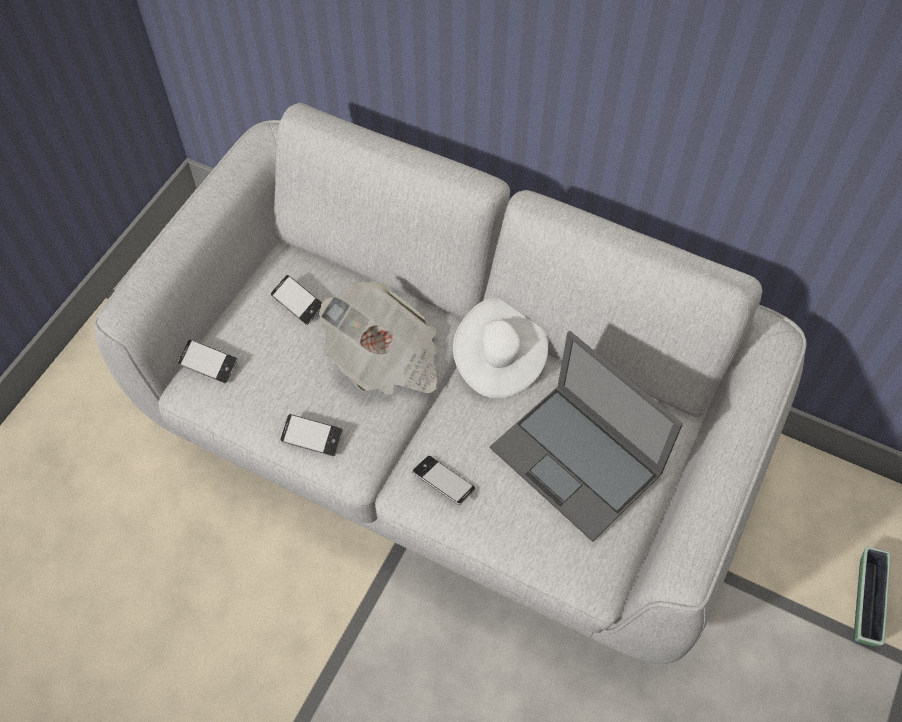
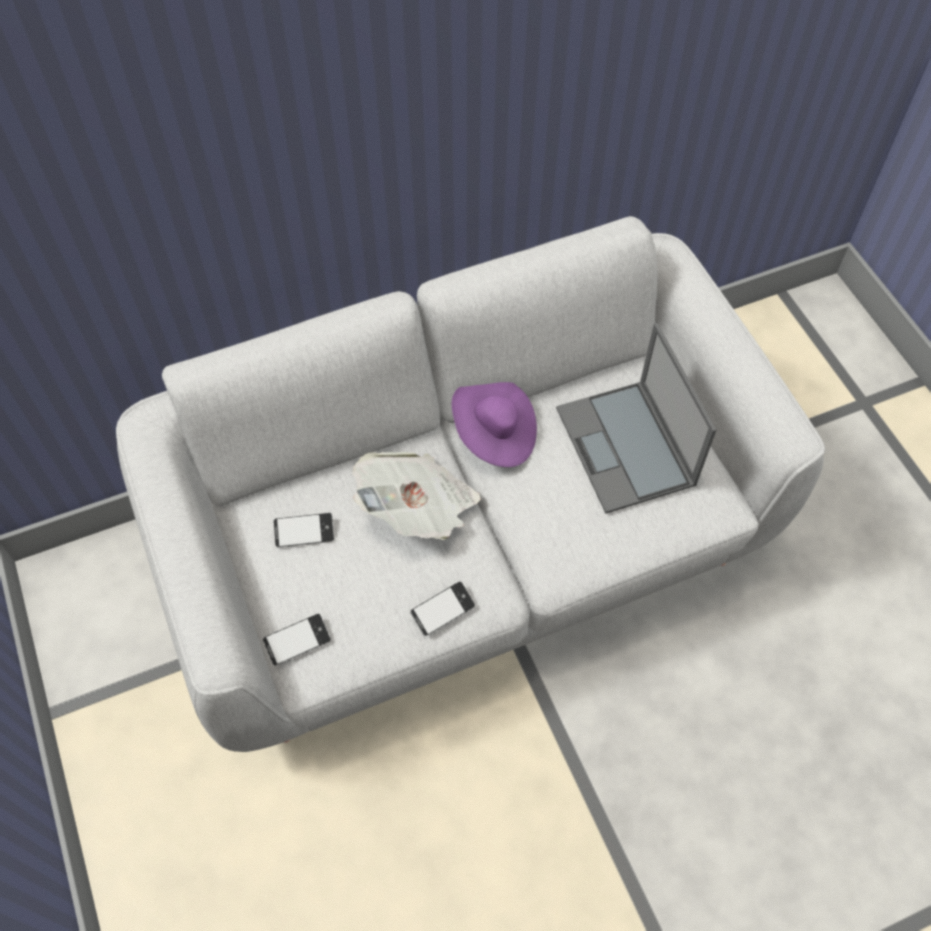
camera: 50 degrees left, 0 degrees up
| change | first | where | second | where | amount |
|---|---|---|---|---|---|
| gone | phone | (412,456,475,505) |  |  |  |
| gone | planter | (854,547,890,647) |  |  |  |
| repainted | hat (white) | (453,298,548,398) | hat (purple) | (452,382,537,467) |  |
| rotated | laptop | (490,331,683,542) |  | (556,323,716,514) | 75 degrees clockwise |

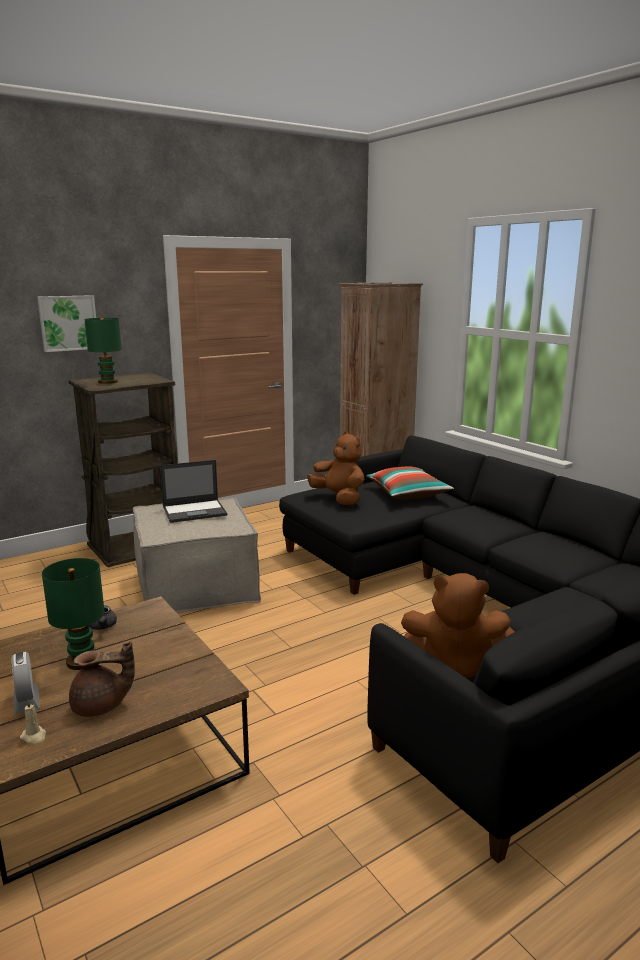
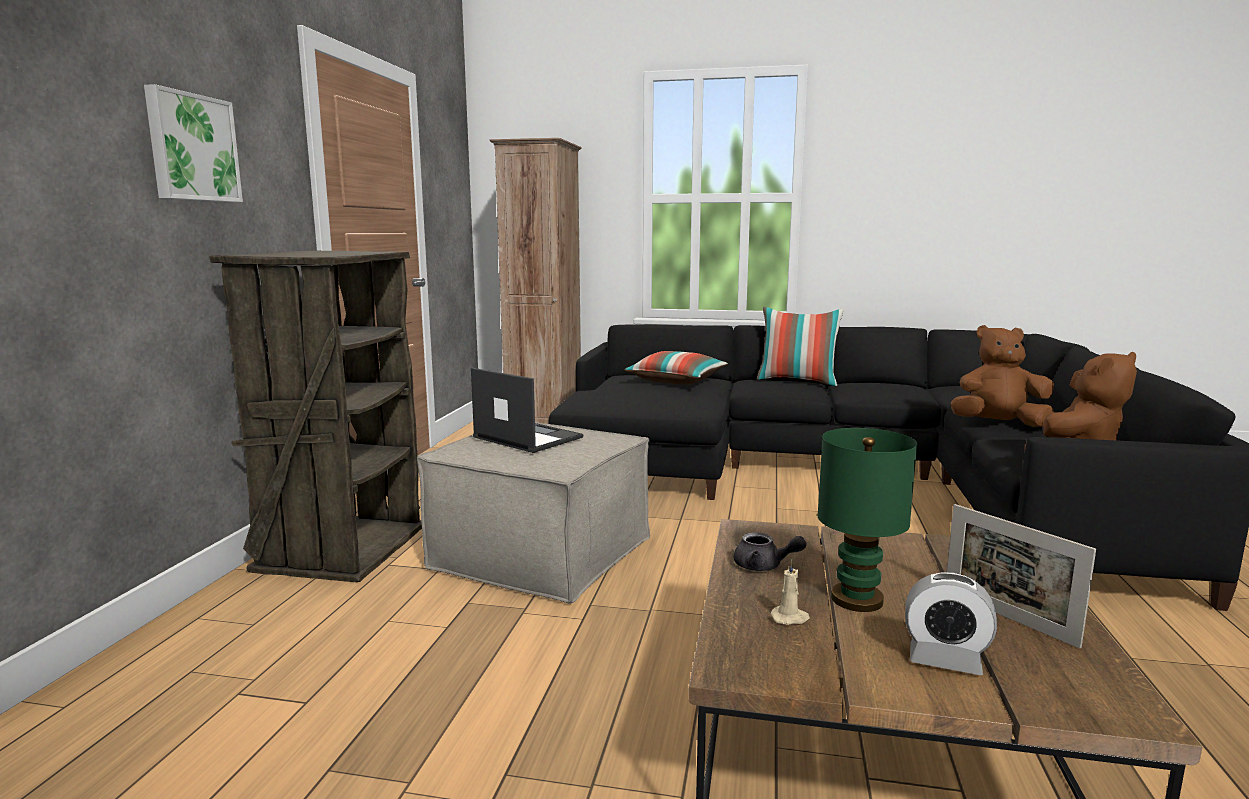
camera: 45 degrees left, 5 degrees down
| change | first | where | second | where | amount |
|---|---|---|---|---|---|
| gone | table lamp (green) | (84,318,122,384) |  |  |  |
| new |  |  | pillow | (757,307,844,386) |  |
| shifted | candle (beige) | (20,700,46,743) |  | (770,559,810,625) |  |
| shifted | plush toy (brown) | (307,431,364,505) |  | (951,325,1054,427) |  |
| swapped | teapot (brown) | (69,641,135,717) | picture frame | (947,504,1096,649) |  |
| rotated | laptop | (160,460,227,523) |  | (471,368,583,453) | 75 degrees counterclockwise |

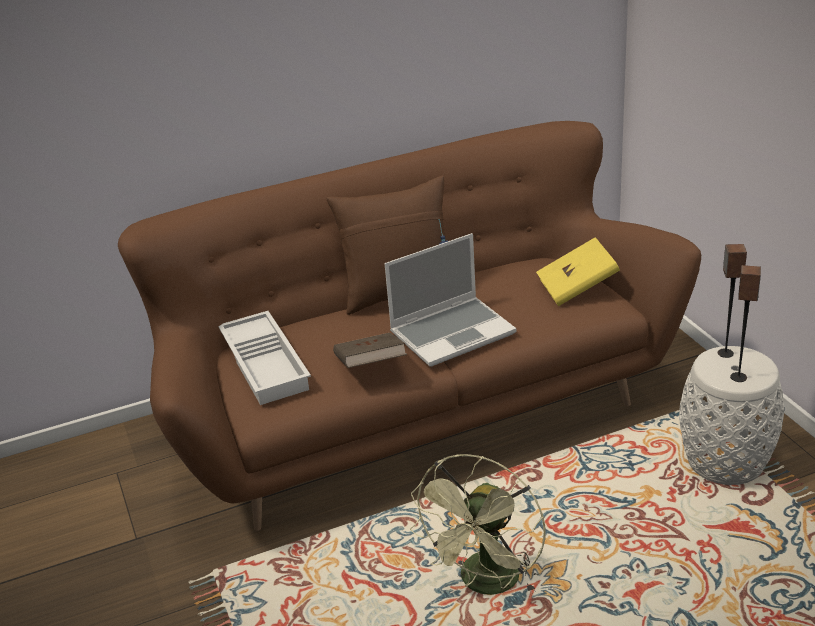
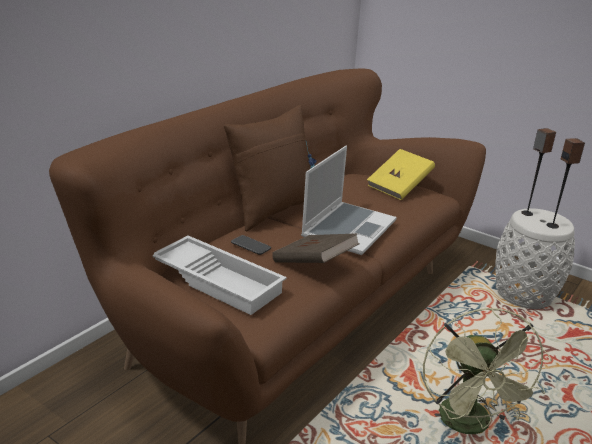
camera: 35 degrees left, 5 degrees down
| change | first | where | second | where | amount |
|---|---|---|---|---|---|
| new |  |  | phone | (231,235,271,255) |  |

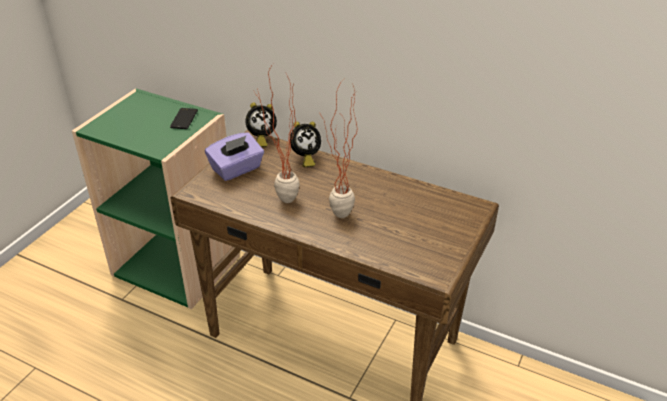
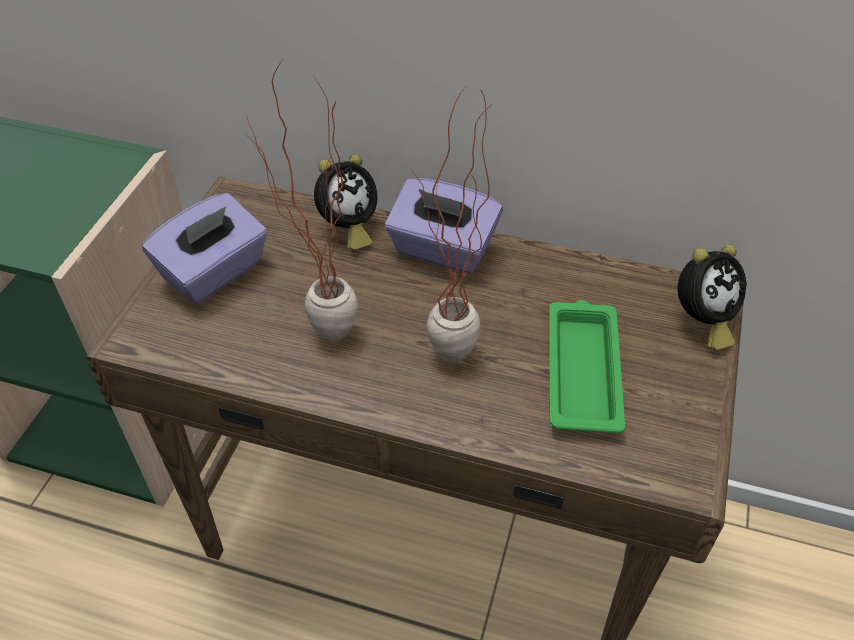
camera: 10 degrees left, 10 degrees up
| change | first | where | second | where | amount |
|---|---|---|---|---|---|
| gone | phone | (170,108,198,129) |  |  |  |
| new |  |  | tissue box (purple) | (385,178,503,274) |  |
| new |  |  | tray (green) | (549,300,625,434) |  |
| shifted | alarm clock | (246,102,277,147) |  | (678,244,747,350) |  |

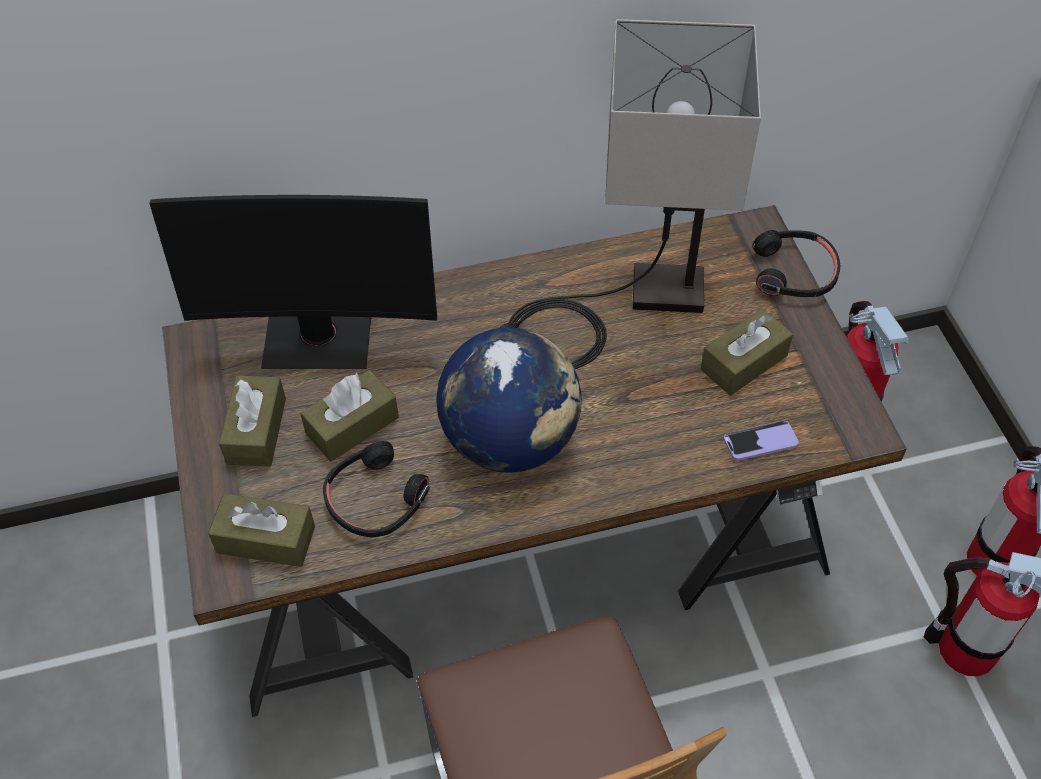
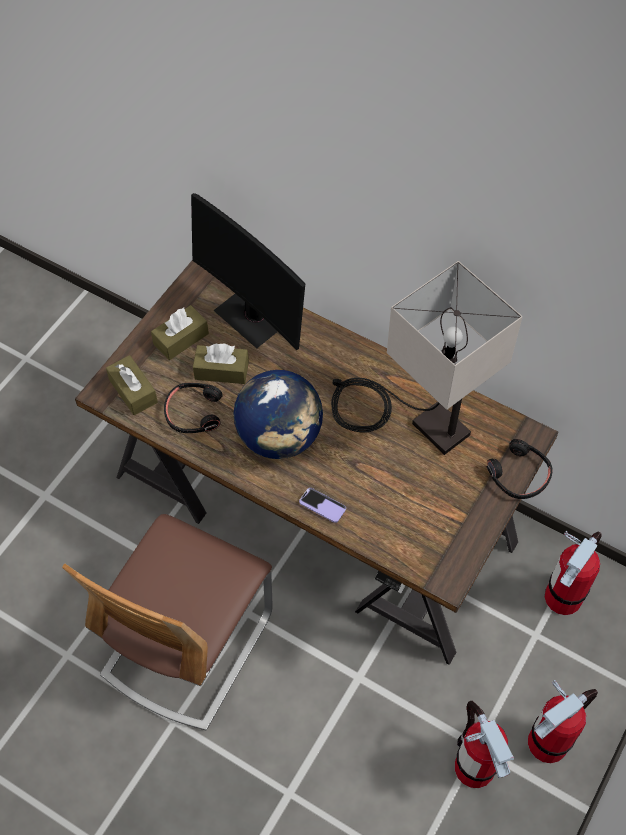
camera: 45 degrees right, 5 degrees up
| change | first | where | second | where | amount |
|---|---|---|---|---|---|
| gone | tissue box (brown) | (701,308,793,396) |  |  |  |
| shifted | phone | (724,421,799,461) |  | (299,488,346,523) |  |

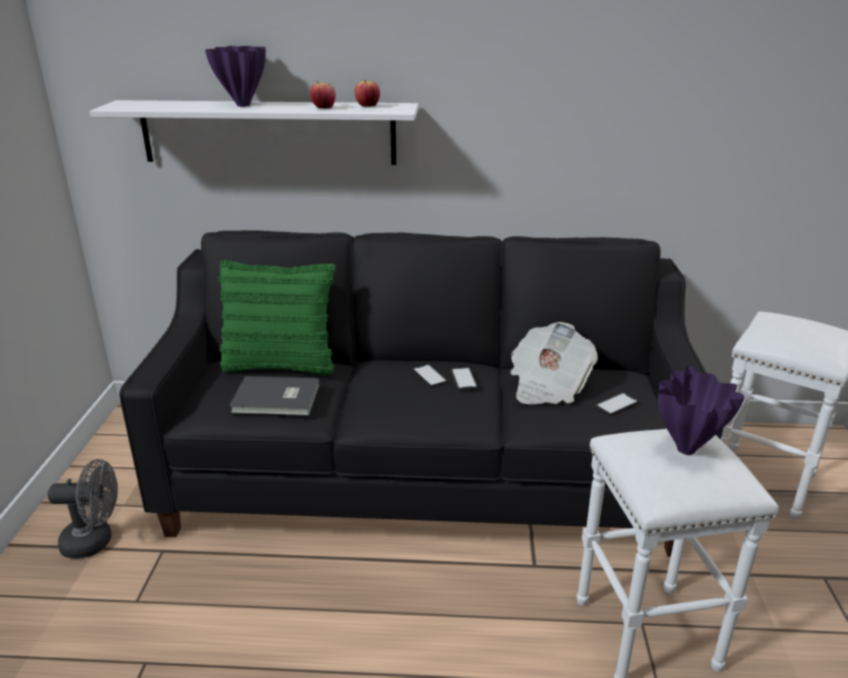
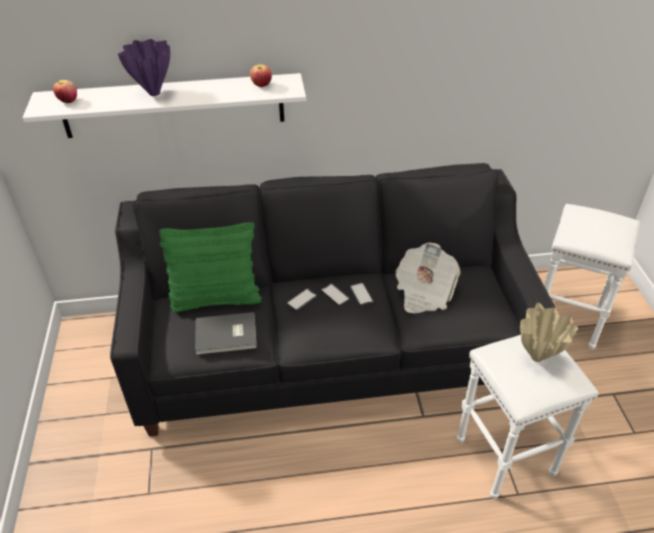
camera: 10 degrees left, 15 degrees up
| change | first | where | second | where | amount |
|---|---|---|---|---|---|
| gone | fan (grey) | (48,459,118,559) |  |  |  |
| shifted | apple | (310,81,336,109) |  | (53,80,77,103) |  |
| shifted | phone | (595,392,639,415) |  | (286,288,317,311) |  |
| repainted | vase (purple) | (658,367,745,455) | vase (beige) | (520,303,578,362) |  |

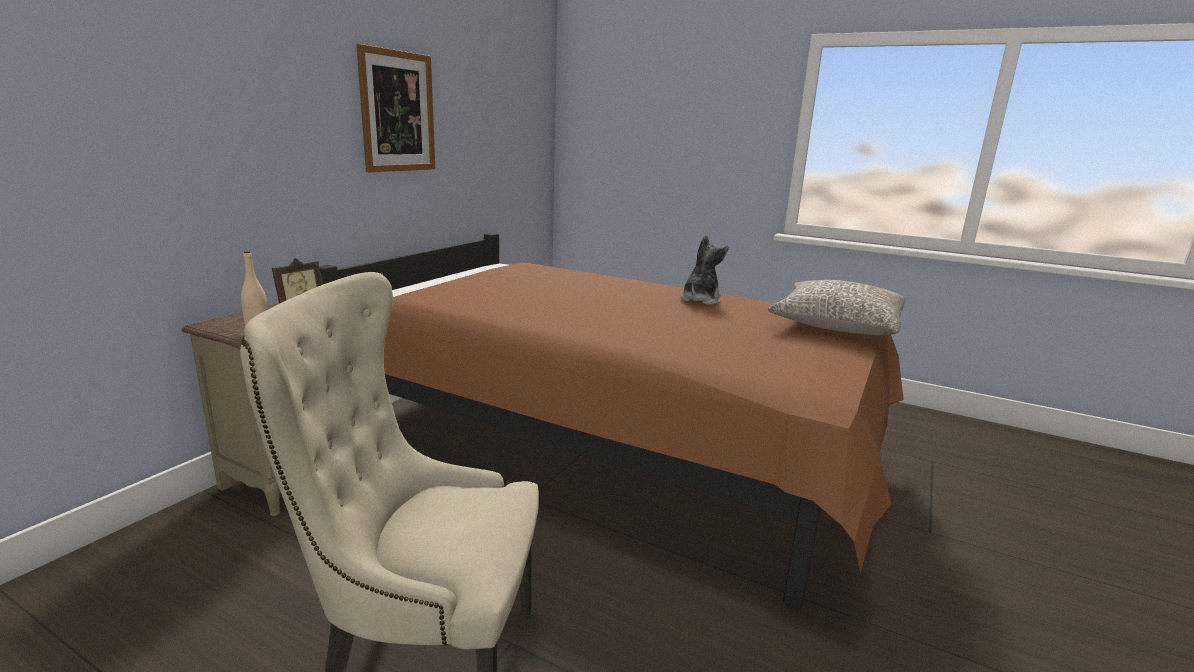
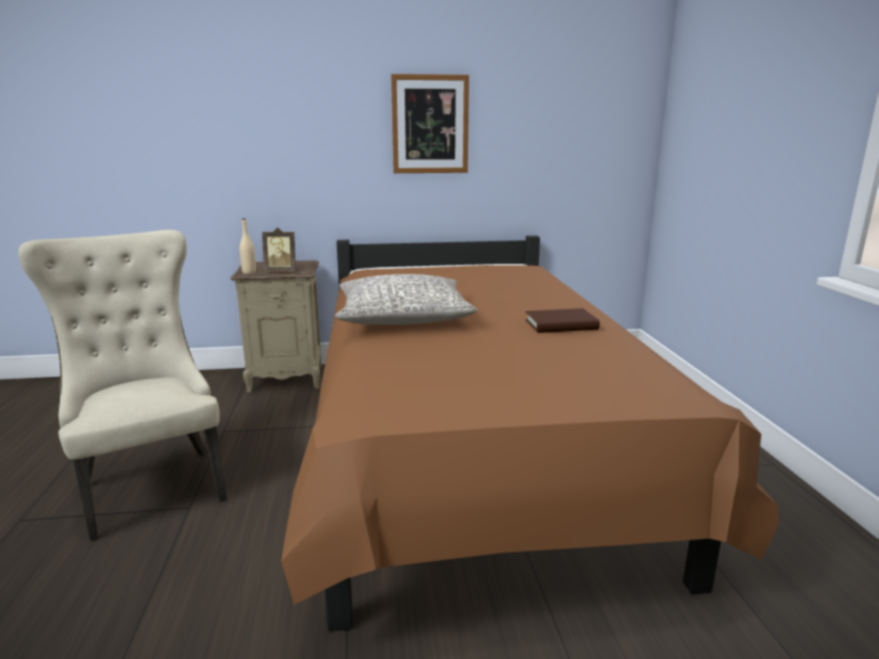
camera: 55 degrees right, 0 degrees up
| change | first | where | second | where | amount |
|---|---|---|---|---|---|
| shifted | pillow (grey) | (768,280,906,335) |  | (335,274,478,325) |  |
| swapped | plush toy | (681,235,729,305) | book (brown) | (525,308,600,333) |  |

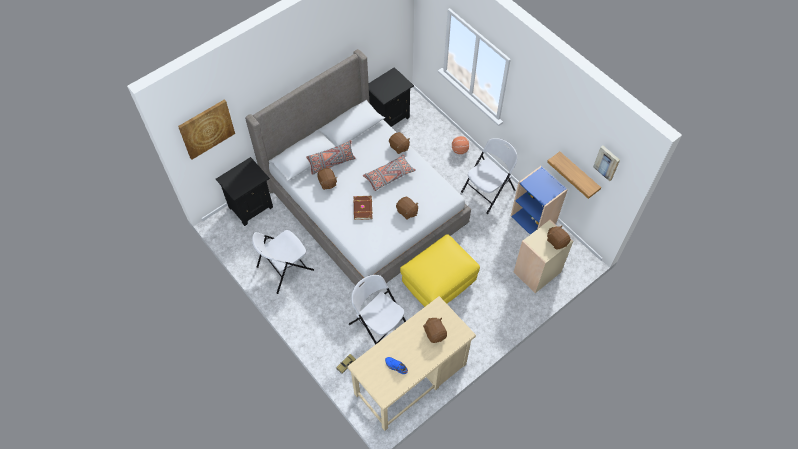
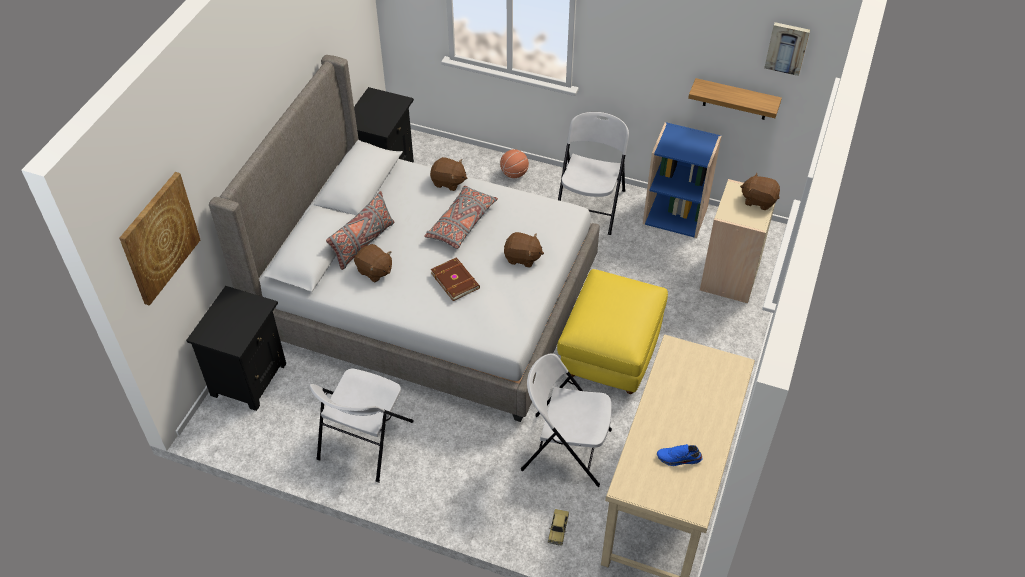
camera: 30 degrees left, 10 degrees down
| change | first | where | second | where | amount |
|---|---|---|---|---|---|
| gone | plush toy (brown) | (423,318,447,343) |  |  |  |

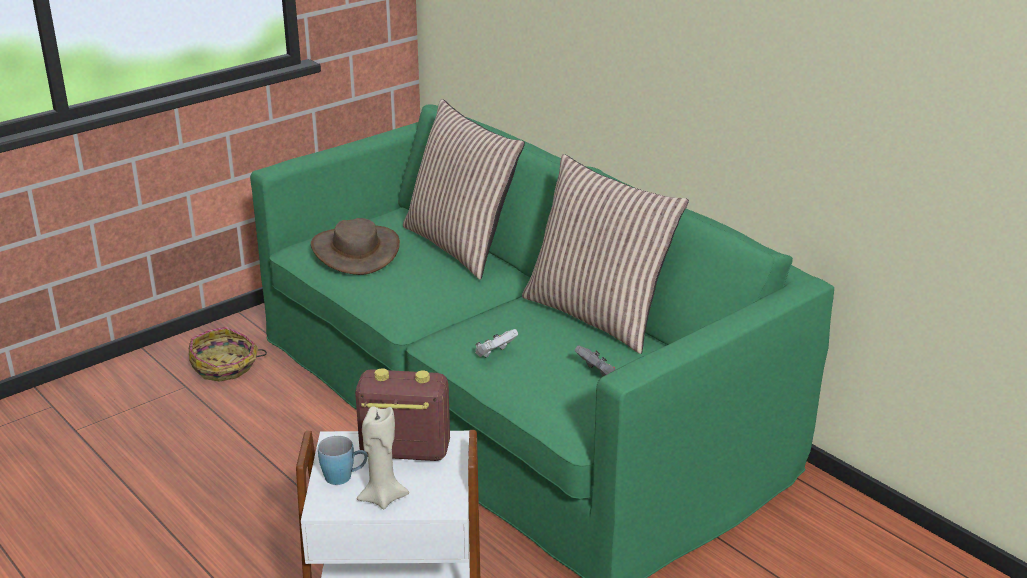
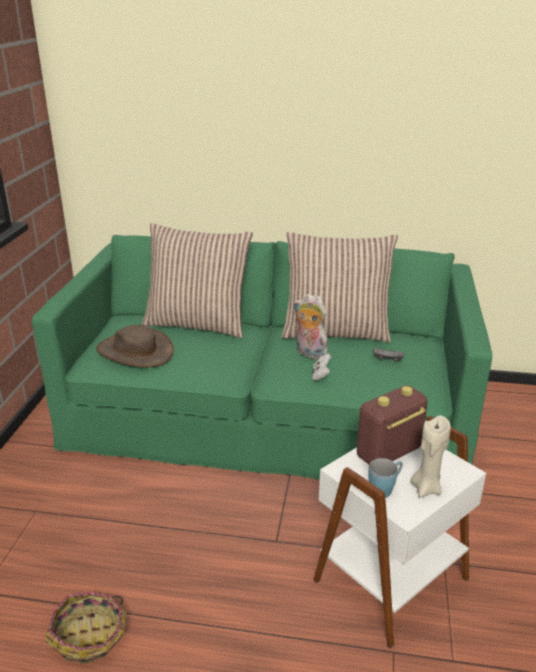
camera: 40 degrees left, 0 degrees up
| change | first | where | second | where | amount |
|---|---|---|---|---|---|
| new |  |  | plush toy | (293,294,331,359) |  |
| shifted | basket | (189,327,267,382) |  | (45,592,127,664) |  |

